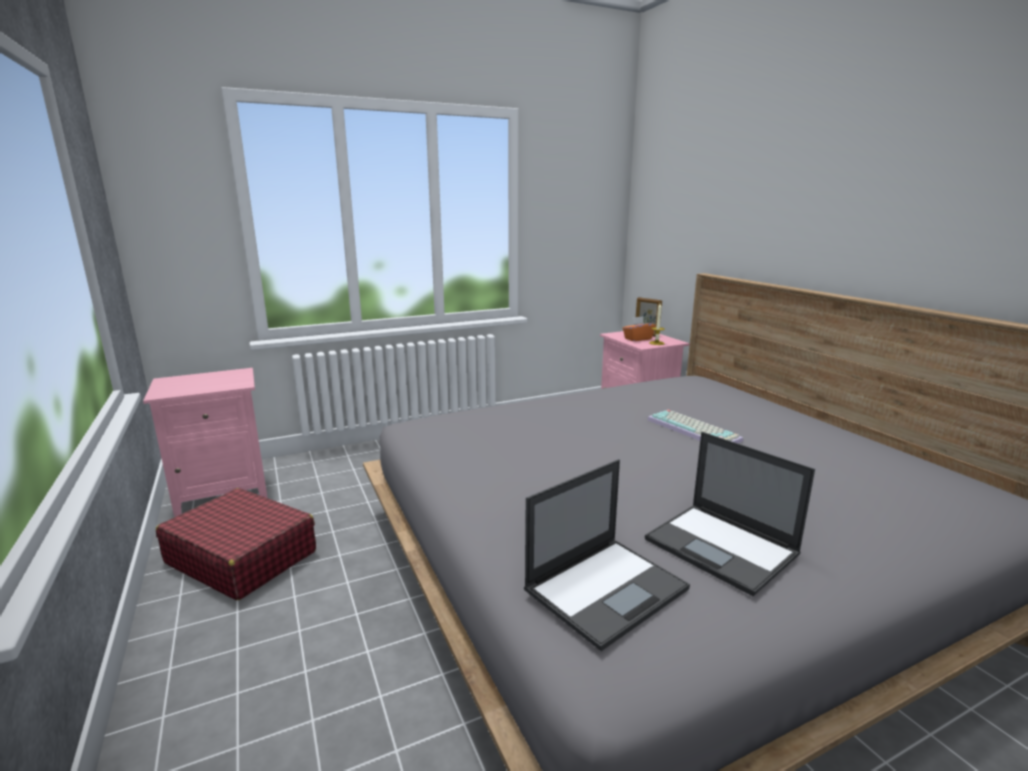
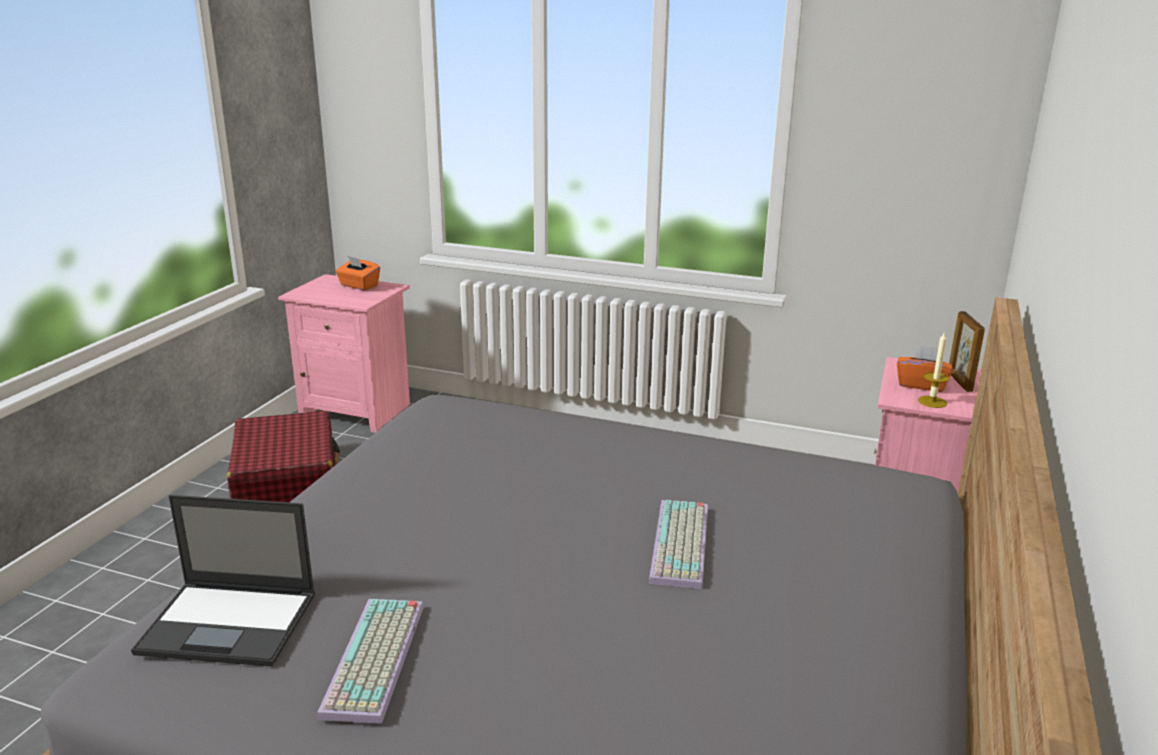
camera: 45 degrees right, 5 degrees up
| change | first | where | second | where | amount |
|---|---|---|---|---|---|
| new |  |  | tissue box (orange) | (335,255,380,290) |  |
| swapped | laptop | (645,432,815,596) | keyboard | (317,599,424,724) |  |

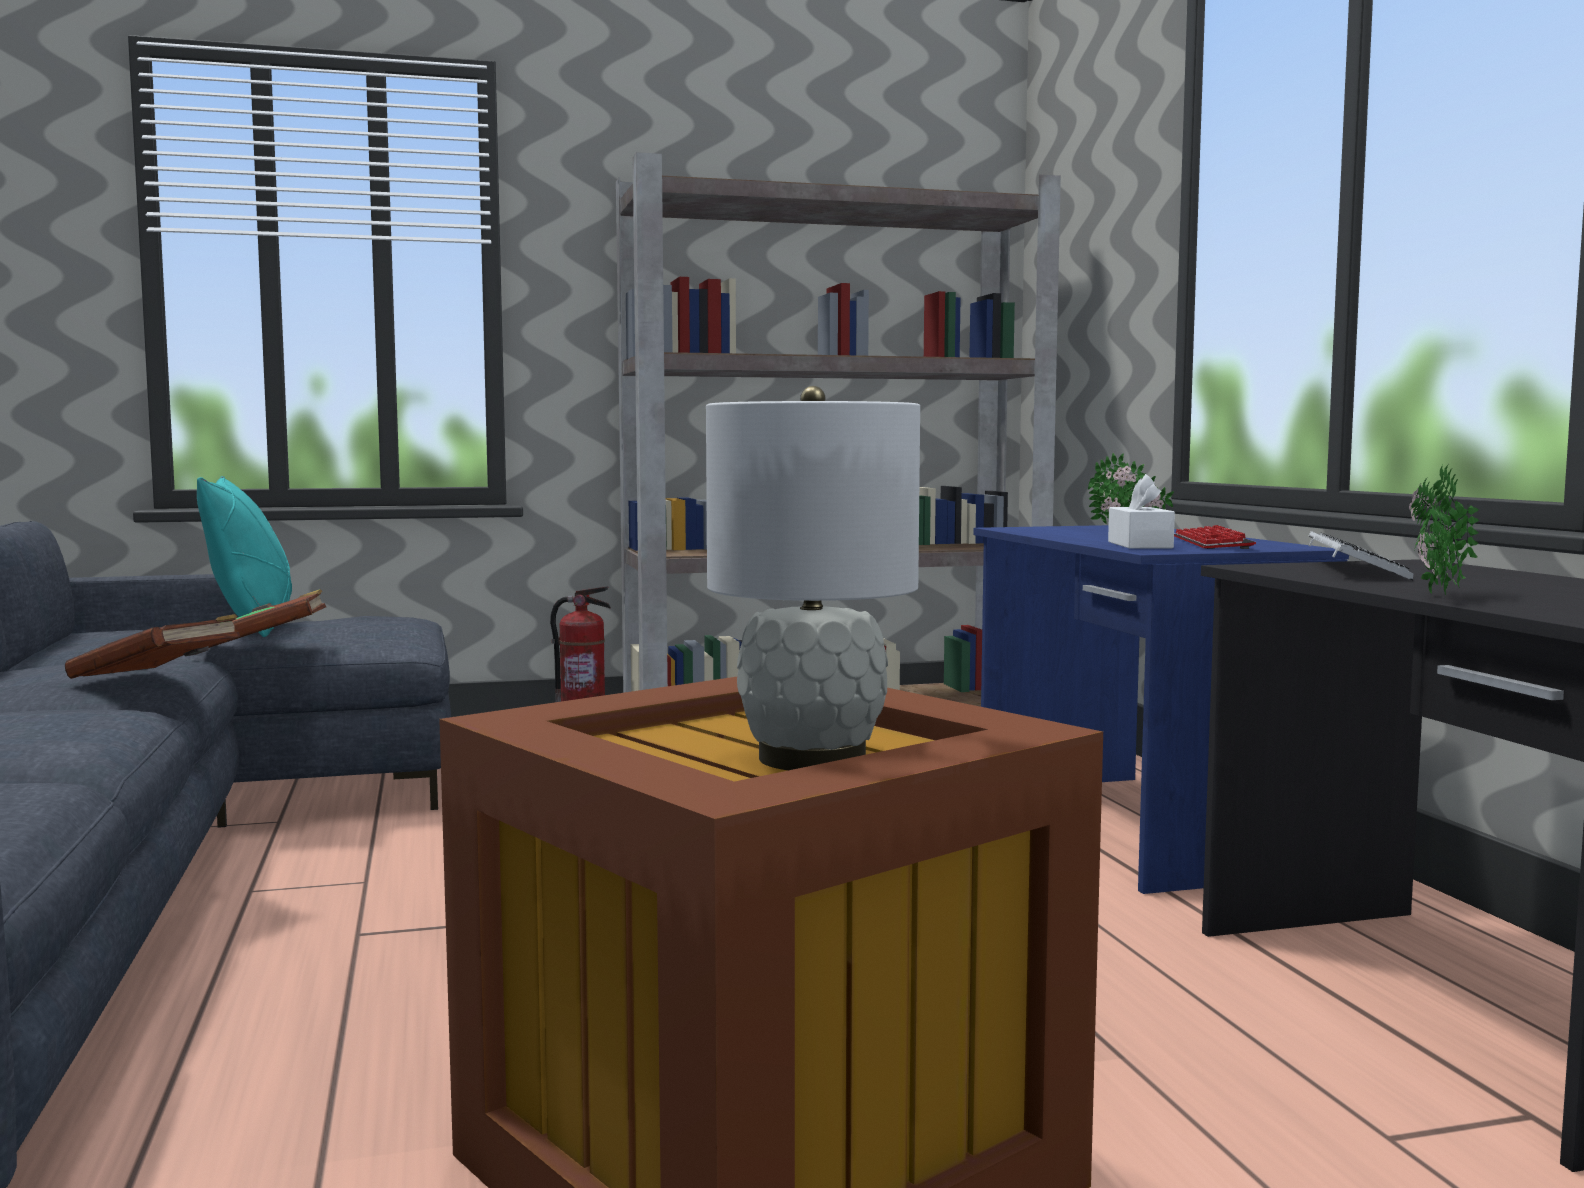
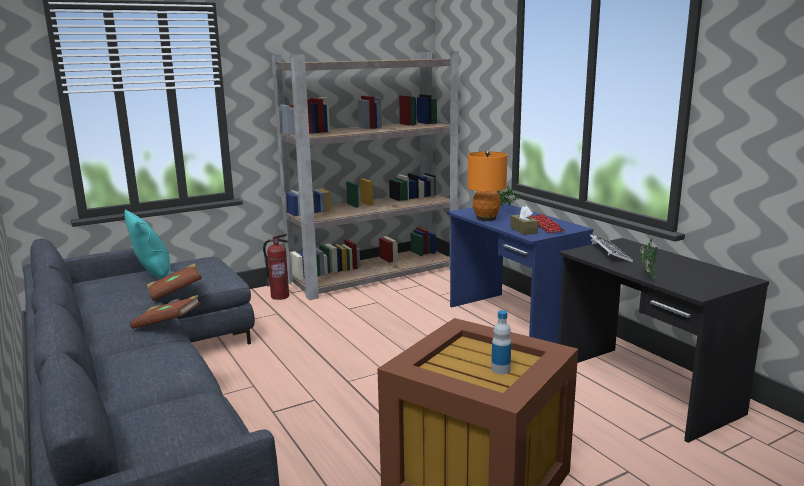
camera: 15 degrees left, 10 degrees up
| change | first | where | second | where | amount |
|---|---|---|---|---|---|
| new |  |  | table lamp (orange) | (468,151,507,221) |  |
| swapped | table lamp (white) | (706,386,920,770) | bottle | (491,310,511,374) |  |
| repainted | tissue box (white) | (1108,474,1175,549) | tissue box (brown) | (510,206,538,235) |  |

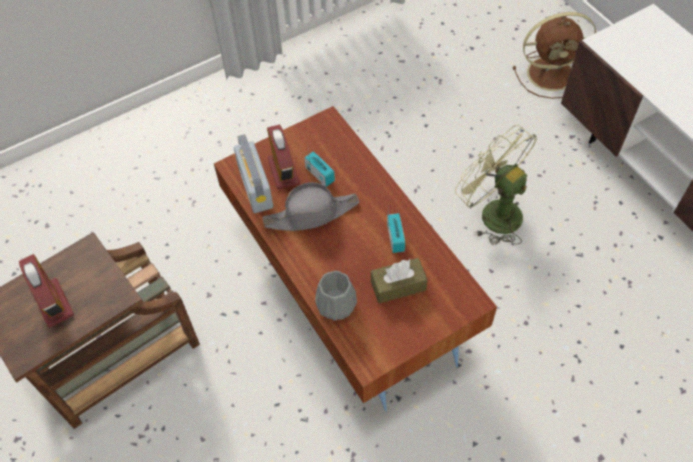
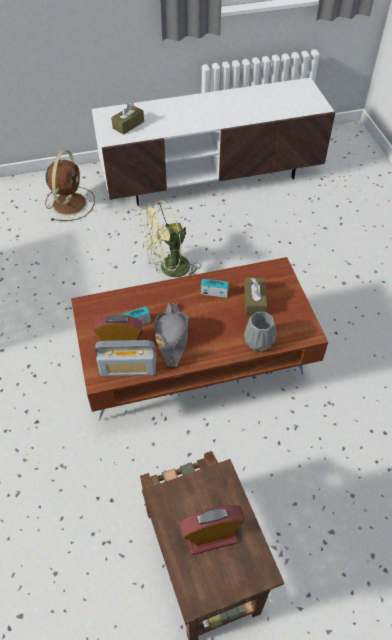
camera: 75 degrees left, 5 degrees down
| change | first | where | second | where | amount |
|---|---|---|---|---|---|
| new |  |  | tissue box (brown) | (111,102,144,135) |  |

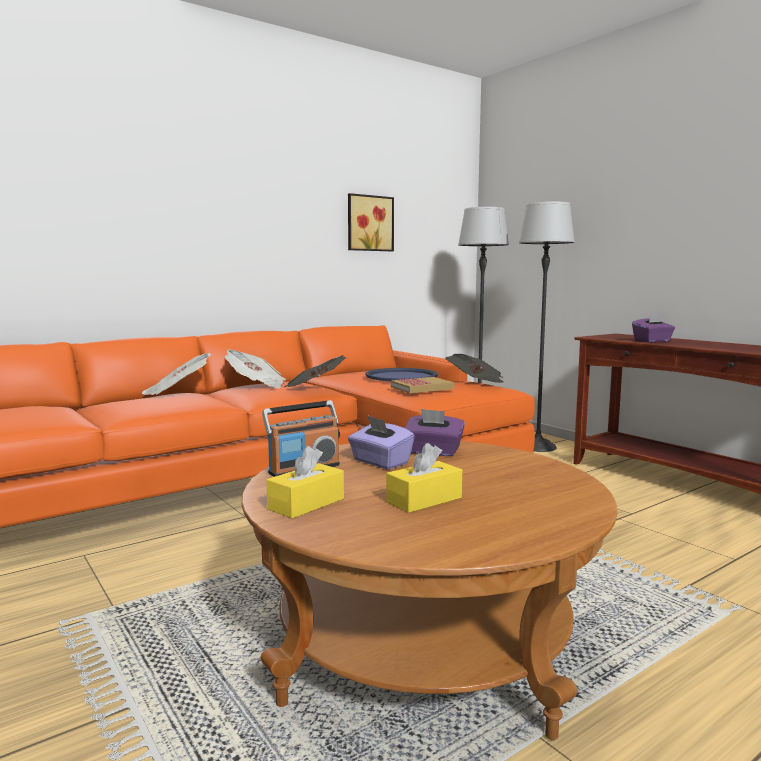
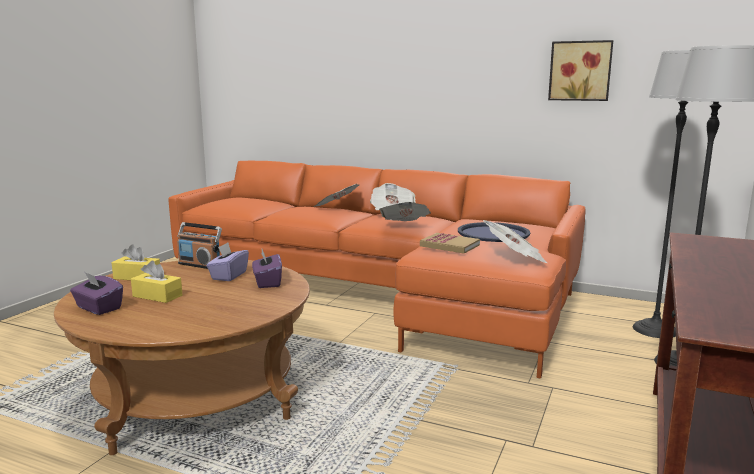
camera: 60 degrees right, 5 degrees up
| change | first | where | second | where | amount |
|---|---|---|---|---|---|
| shifted | tissue box (purple) | (632,313,675,342) |  | (70,272,123,315) |  |

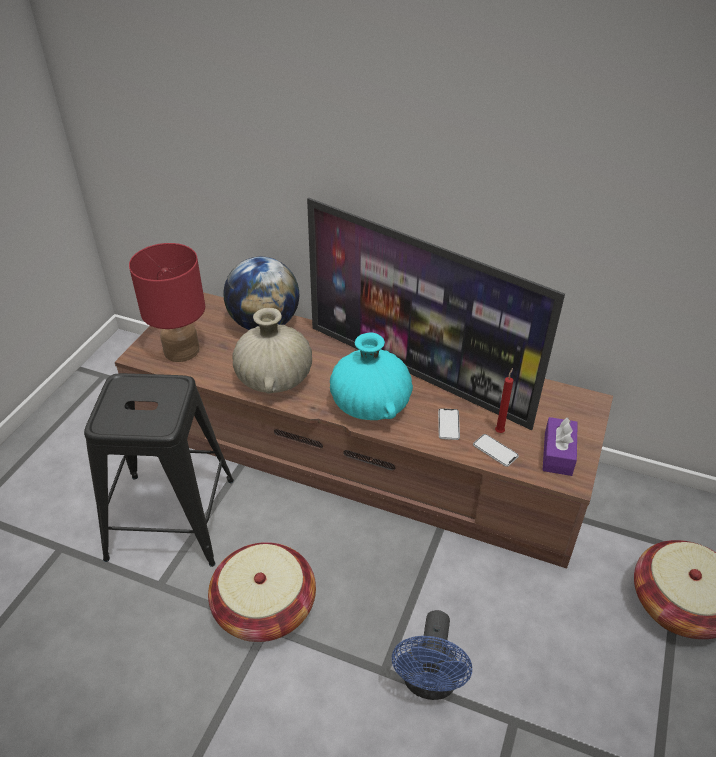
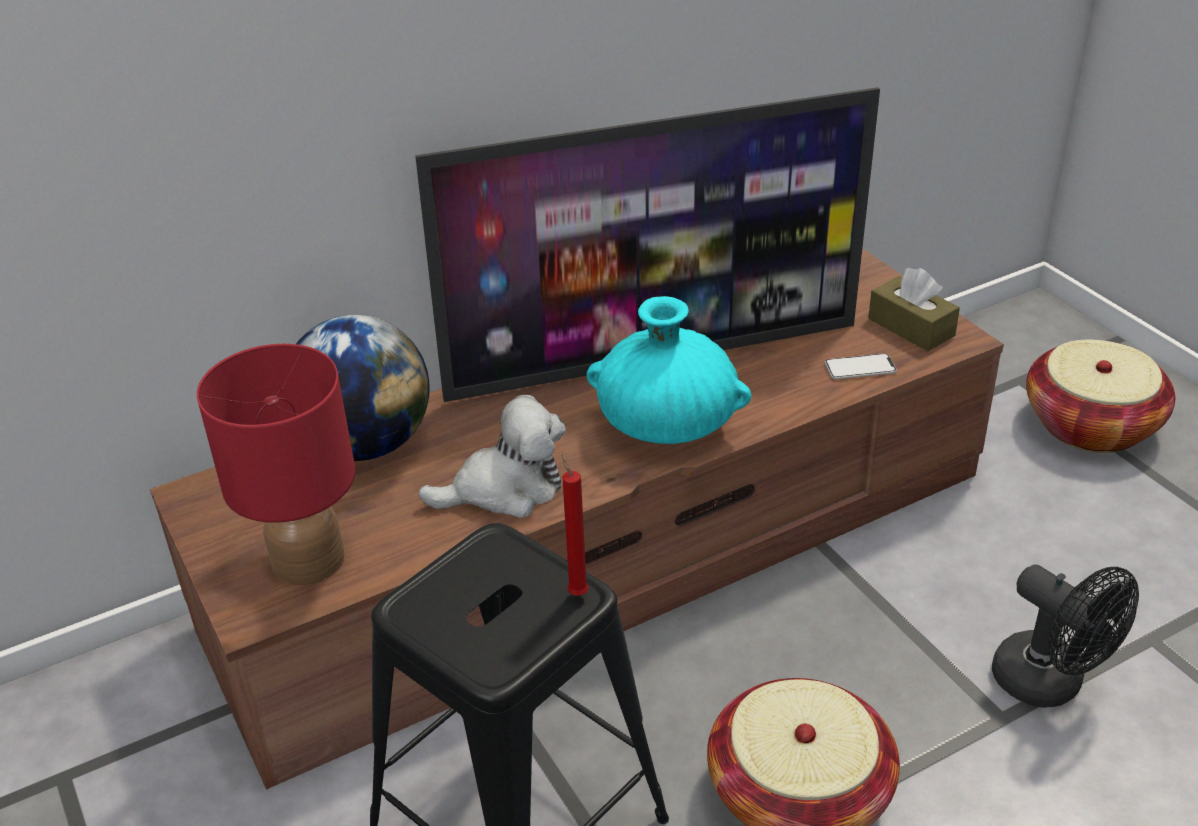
camera: 50 degrees left, 5 degrees down
| change | first | where | second | where | amount |
|---|---|---|---|---|---|
| gone | phone | (438,408,460,440) |  |  |  |
| shifted | candle (red) | (495,368,513,433) |  | (562,452,589,596) |  |
| swapped | vase (beige) | (232,308,312,394) | plush toy | (418,395,566,518) |  |
| repainted | fan (blue) | (392,610,472,700) | fan (black) | (992,564,1139,708) |  |
| repainted | tissue box (purple) | (543,417,578,476) | tissue box (brown) | (868,268,960,351) |  |

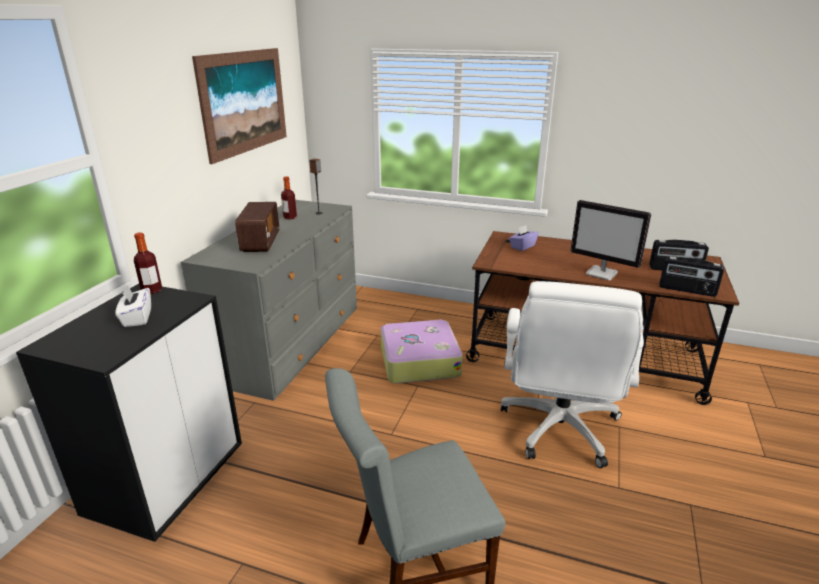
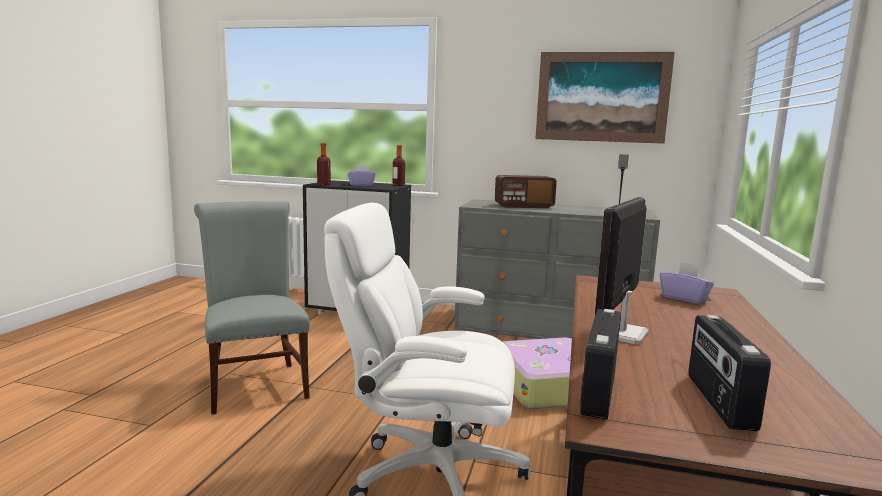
camera: 85 degrees right, 15 degrees down
| change | first | where | second | where | amount |
|---|---|---|---|---|---|
| shifted | bottle | (281,176,297,220) |  | (317,143,331,185) |  |
| repainted | tissue box (white) | (115,285,151,327) | tissue box (purple) | (348,165,376,186) |  |

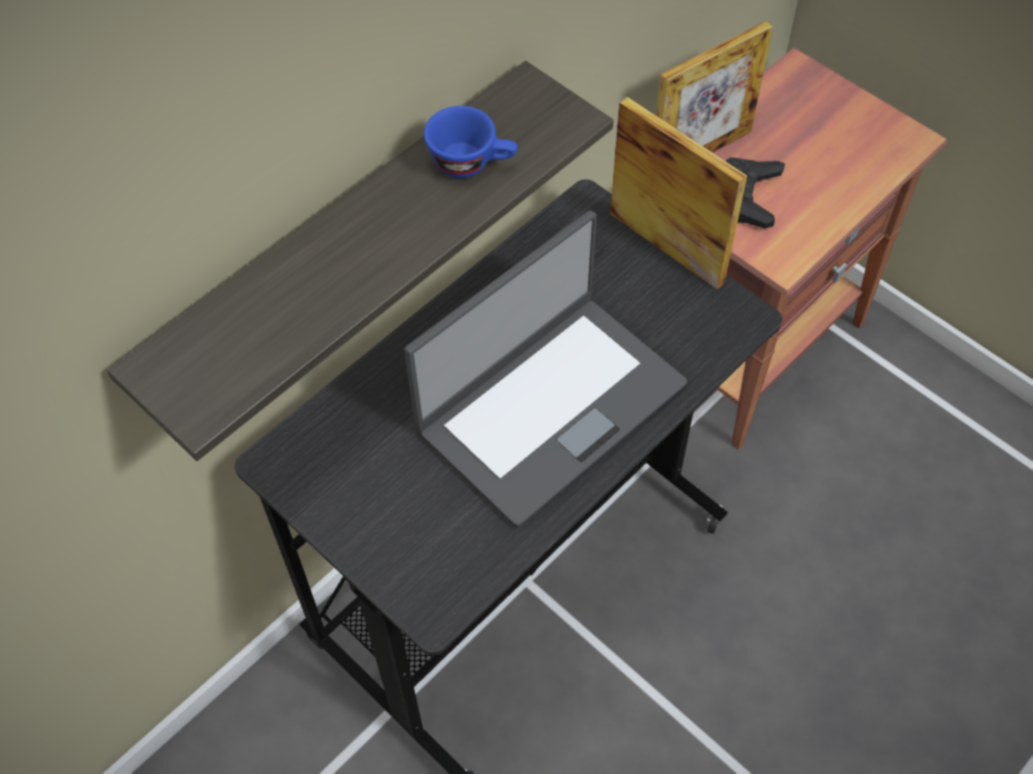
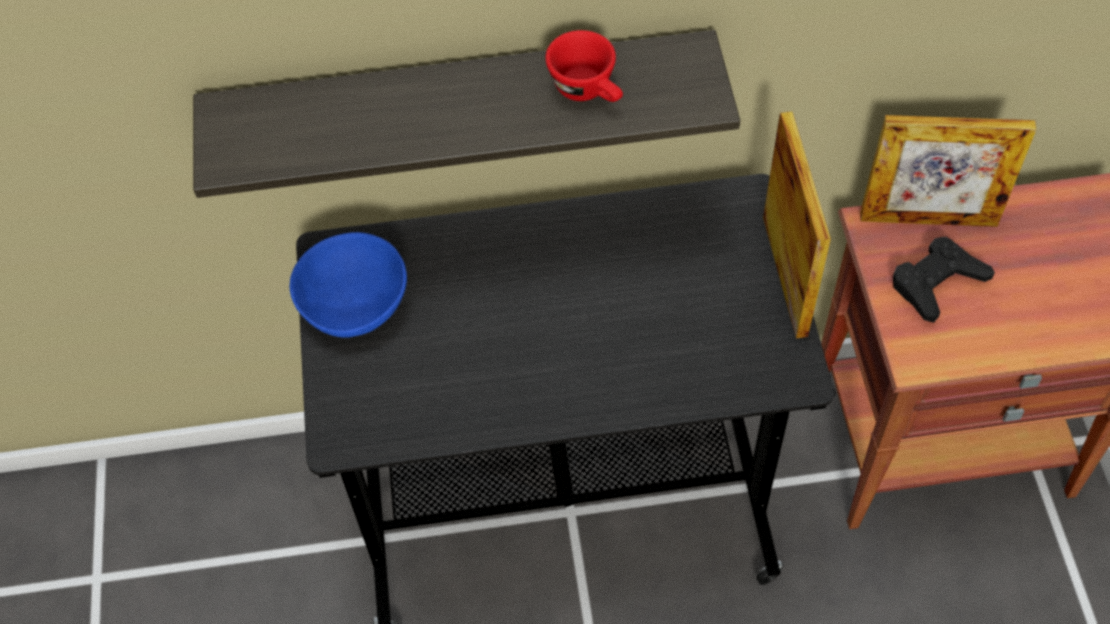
camera: 40 degrees right, 0 degrees up
| change | first | where | second | where | amount |
|---|---|---|---|---|---|
| gone | laptop | (404,210,687,527) |  |  |  |
| new |  |  | bowl (blue) | (290,232,407,338) |  |
| repainted | cup (blue) | (424,106,518,178) | cup (red) | (545,30,623,102) |  |

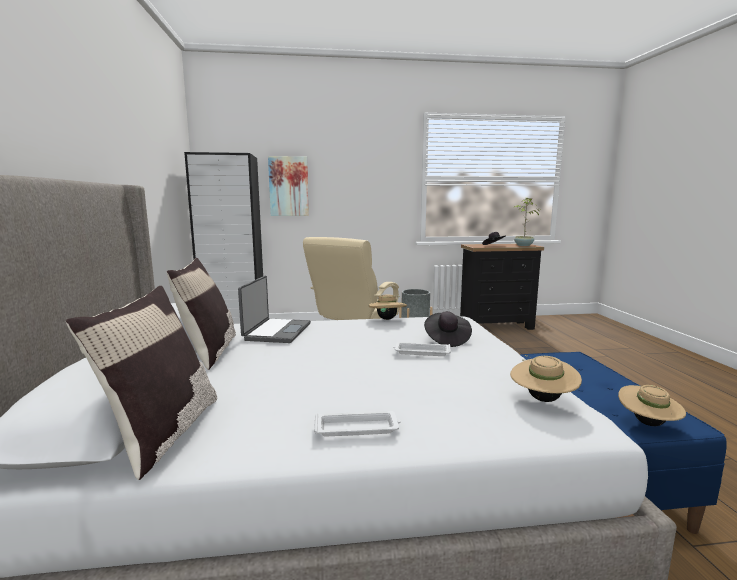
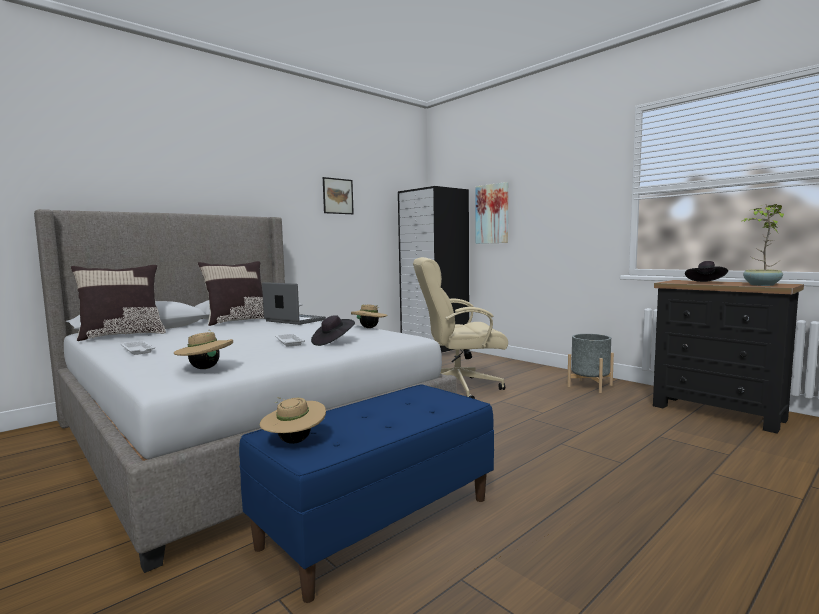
camera: 55 degrees right, 5 degrees down
| change | first | where | second | where | amount |
|---|---|---|---|---|---|
| new |  |  | picture | (323,177,354,214) |  |
| rotated | laptop | (238,276,311,343) |  | (262,282,326,325) | 120 degrees counterclockwise |

